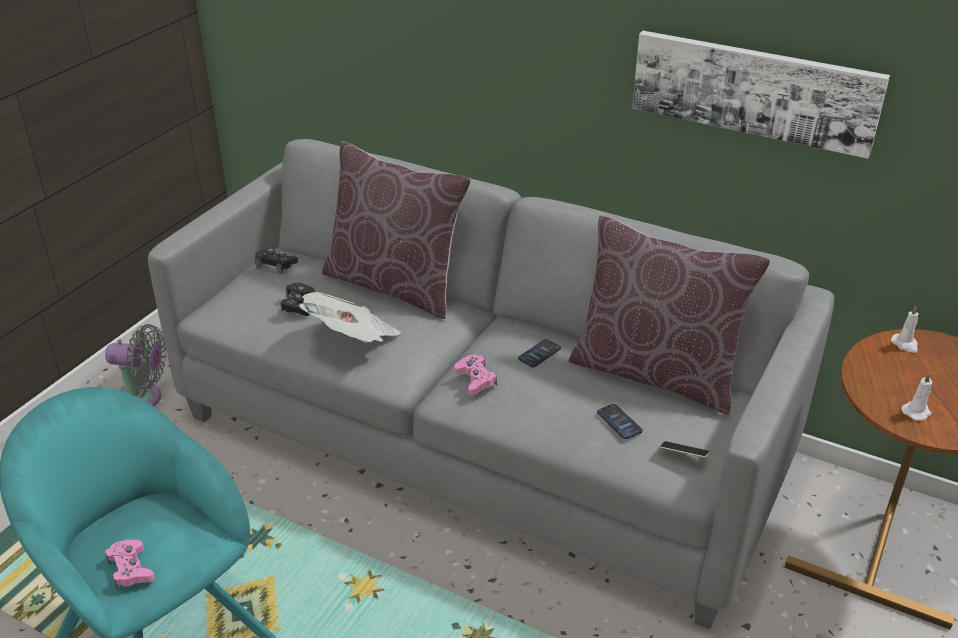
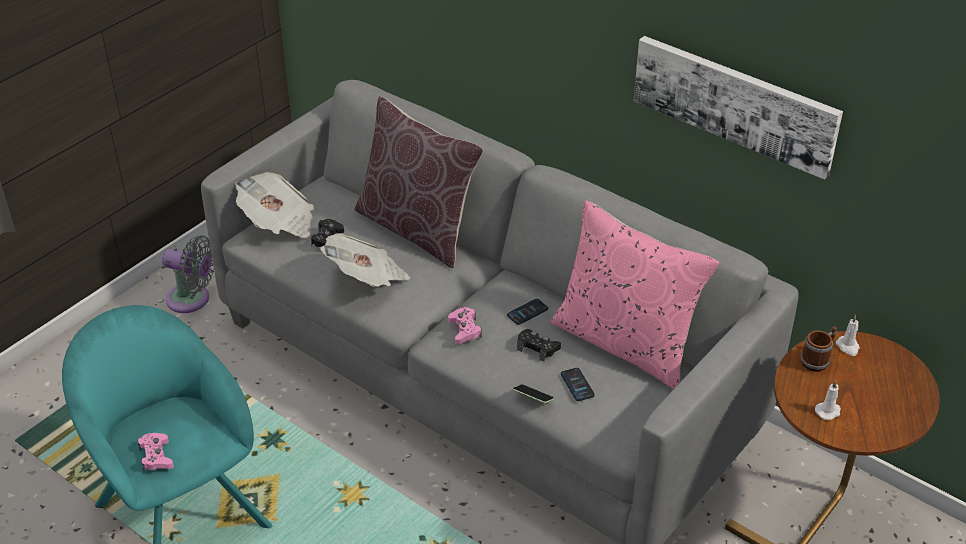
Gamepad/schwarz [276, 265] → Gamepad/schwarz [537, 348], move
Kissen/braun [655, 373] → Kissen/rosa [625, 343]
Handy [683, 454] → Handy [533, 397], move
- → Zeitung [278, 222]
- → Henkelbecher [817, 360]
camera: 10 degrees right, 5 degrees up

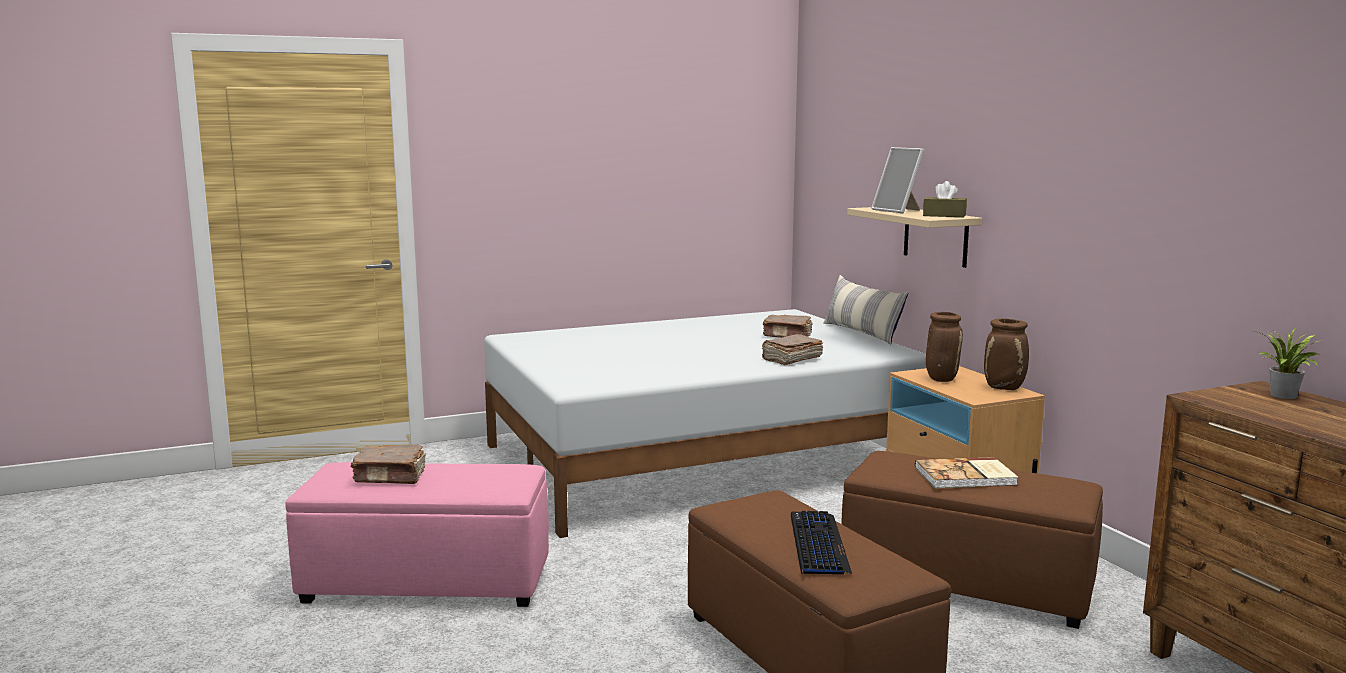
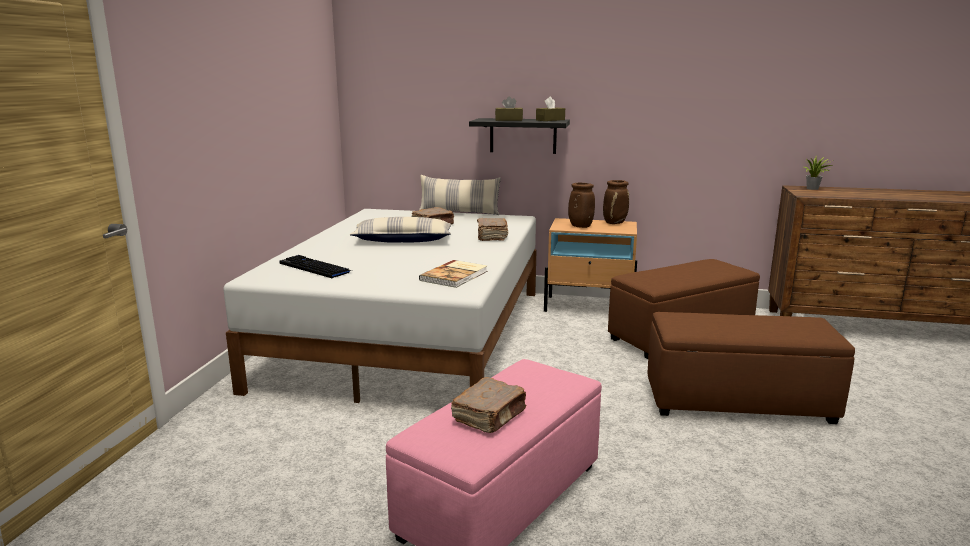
Tastatur [818, 544] → Tastatur [315, 268], move
Wandregal/beige [935, 236] → Wandregal/schwarz [523, 135]
Bilderrahmen [898, 211] → Taschentuchbox/braun [509, 120]
Buch [966, 476] → Buch [455, 276], move
- → Kissen [403, 240]
camera: 55 degrees left, 5 degrees up

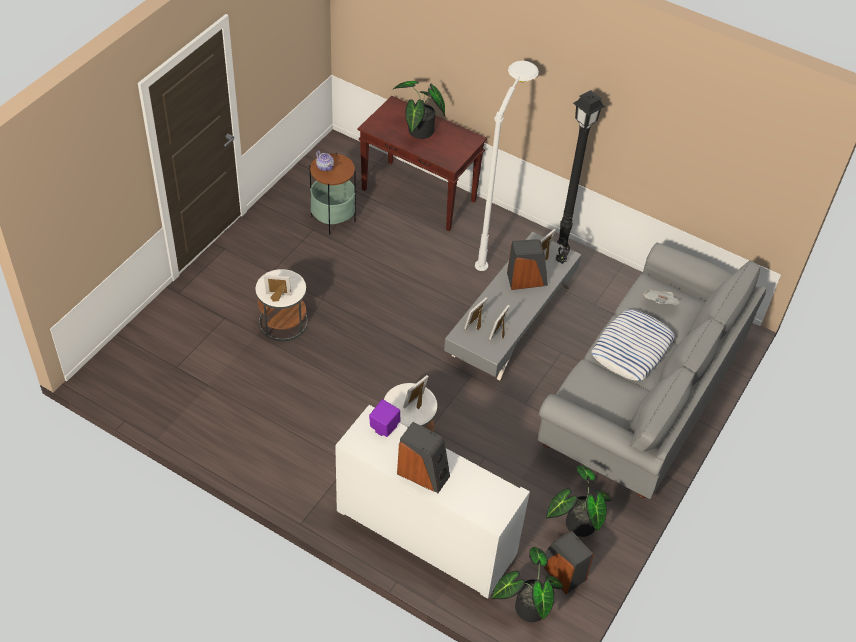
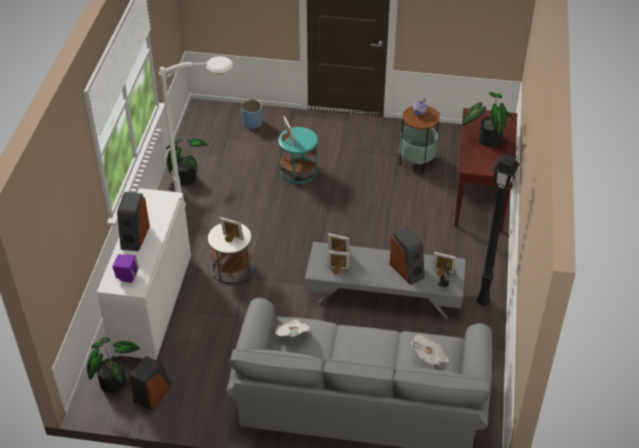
Beistelltisch/weiß [282, 322] → Beistelltisch/türkis [298, 170]
Lautsprecher/lila [384, 427] → Lautsprecher/lila [127, 276], move
Stehlampe/weiß [496, 238] → Stehlampe/weiß [216, 205], move
Topfpflanze [576, 523] → Topfpflanze [185, 177], move
Kissen [632, 349] → -
- → Pflanzkübel/blau [252, 123]
- → Zeitung [292, 334]
camera: 70 degrees right, 5 degrees down

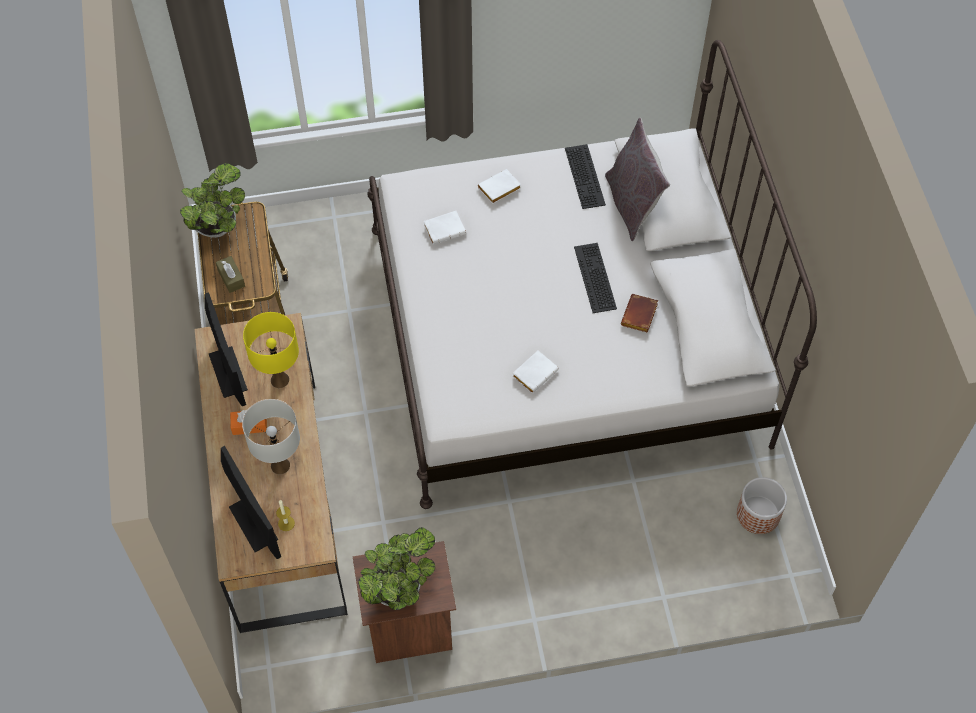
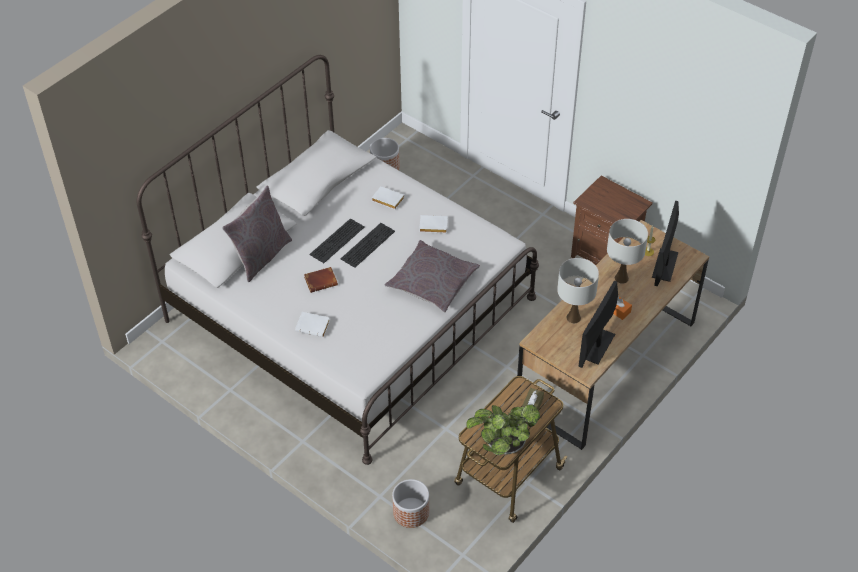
Tischlampe/gelb [279, 380] → Tischlampe/weiß [573, 318]
Topfpflanze [399, 587] → -
Buch/weiß [445, 229] → Buch/weiß [387, 200], move
Tastatur [586, 177] → Tastatur [367, 244], move
Buch/braun [640, 316] → Buch/braun [321, 281], move
- → Kissen/grau [432, 282]
- → Pflanzkübel [411, 512]
camera: 130 degrees left, 10 degrees down

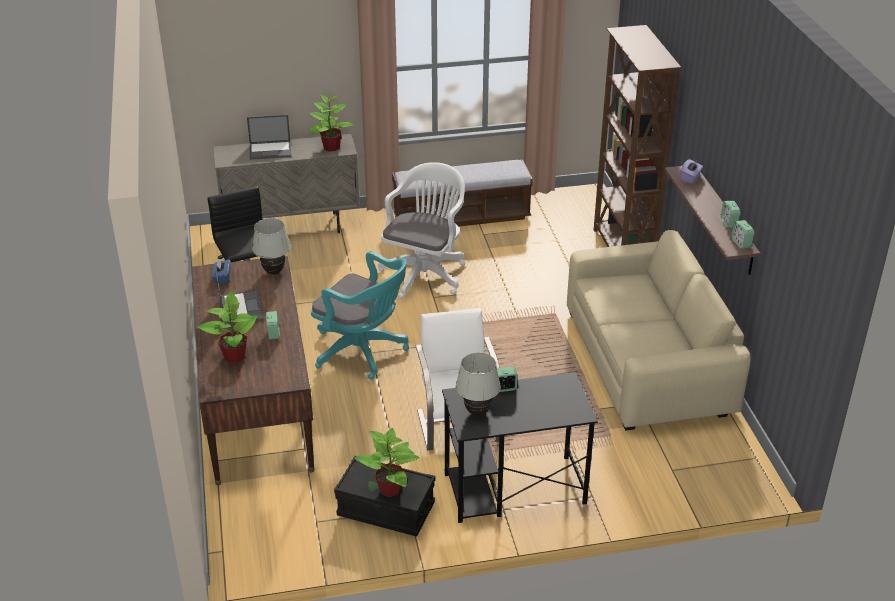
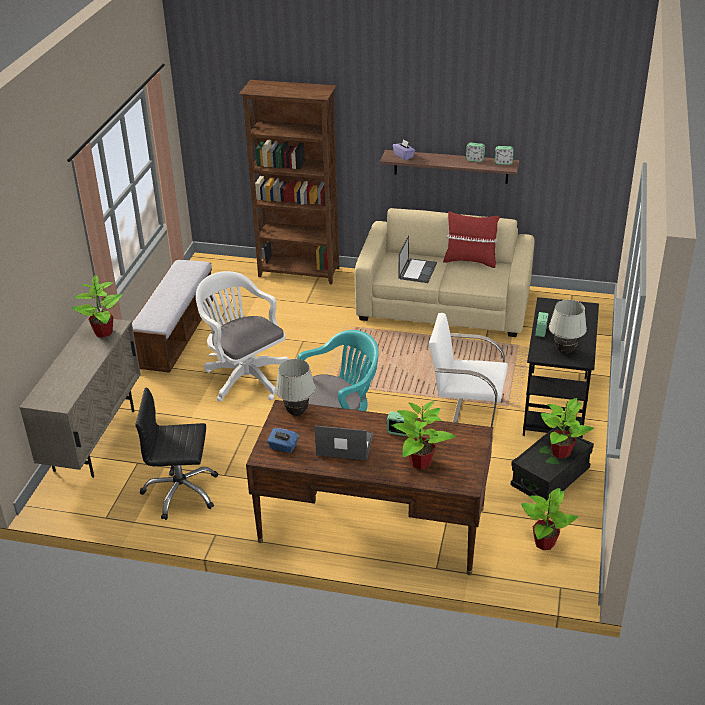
Laptop [271, 150] → Laptop [417, 271], move
- → Kissen/rot [470, 261]
- → Topfpflanze [544, 542]
camera: 65 degrees left, 0 degrees up

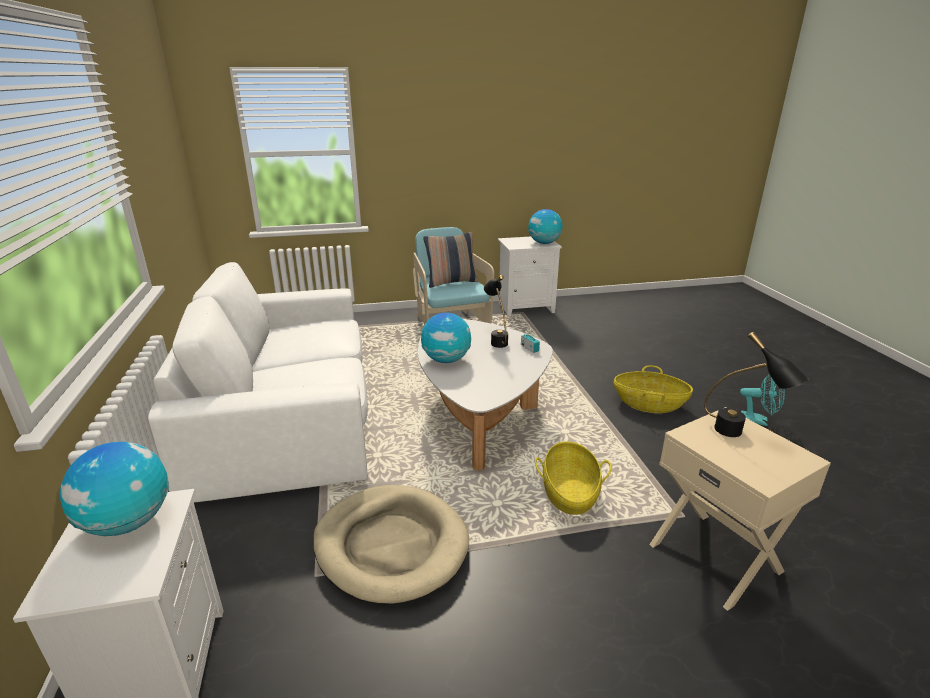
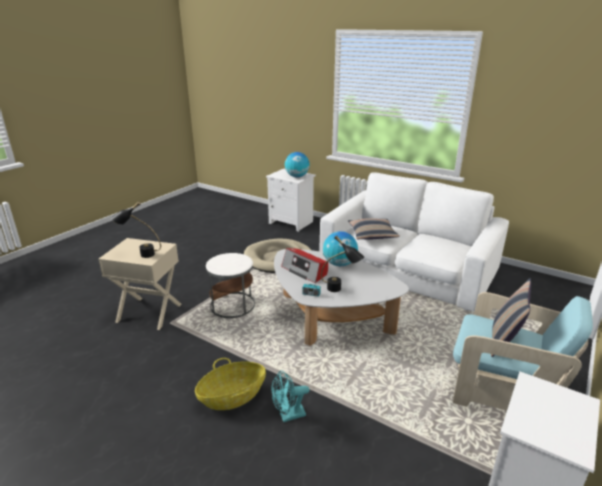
Globus [544, 243] → -
Korb [569, 493] → Beistelltisch/weiß [233, 306]
Ventilator/türkis [758, 421] → Ventilator/türkis [288, 416], move
- → Radio [305, 271]
- → Kissen [372, 234]
camera: 135 degrees right, 0 degrees up

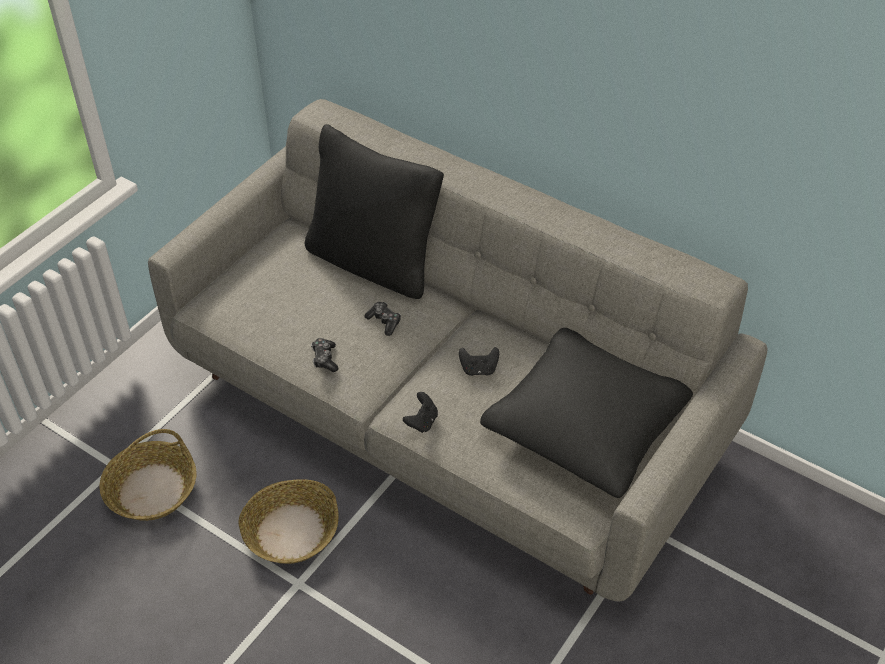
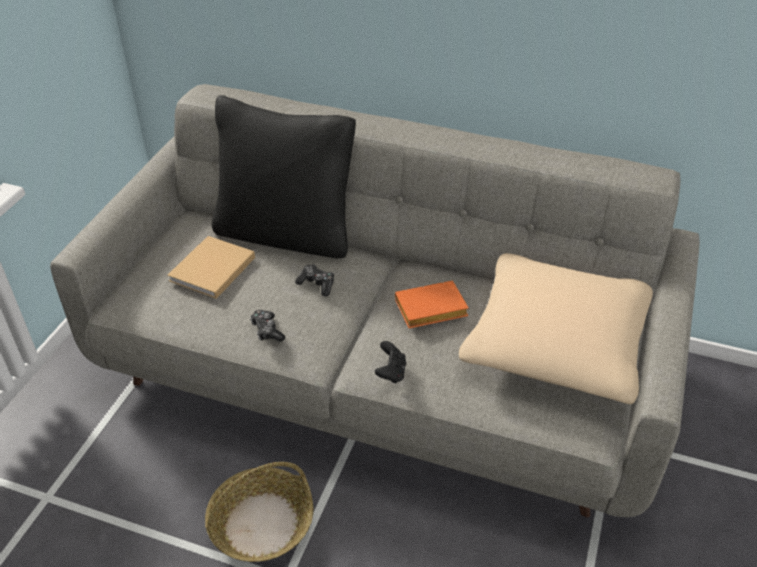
Korb [152, 490] → -
Gamepad/schwarz [478, 369] → Buch/orange [429, 311]
Kissen/schwarz [585, 426] → Kissen/beige [556, 344]
- → Buch/beige [211, 270]
camera: 15 degrees left, 5 degrees down

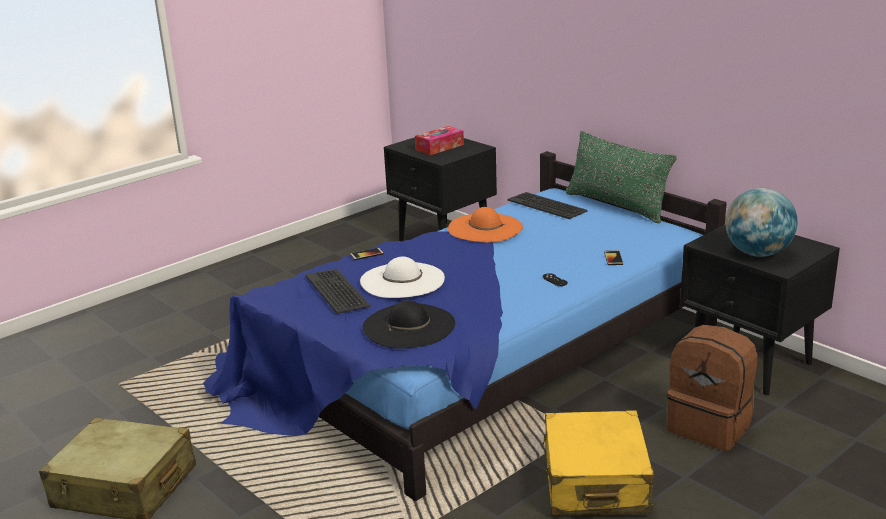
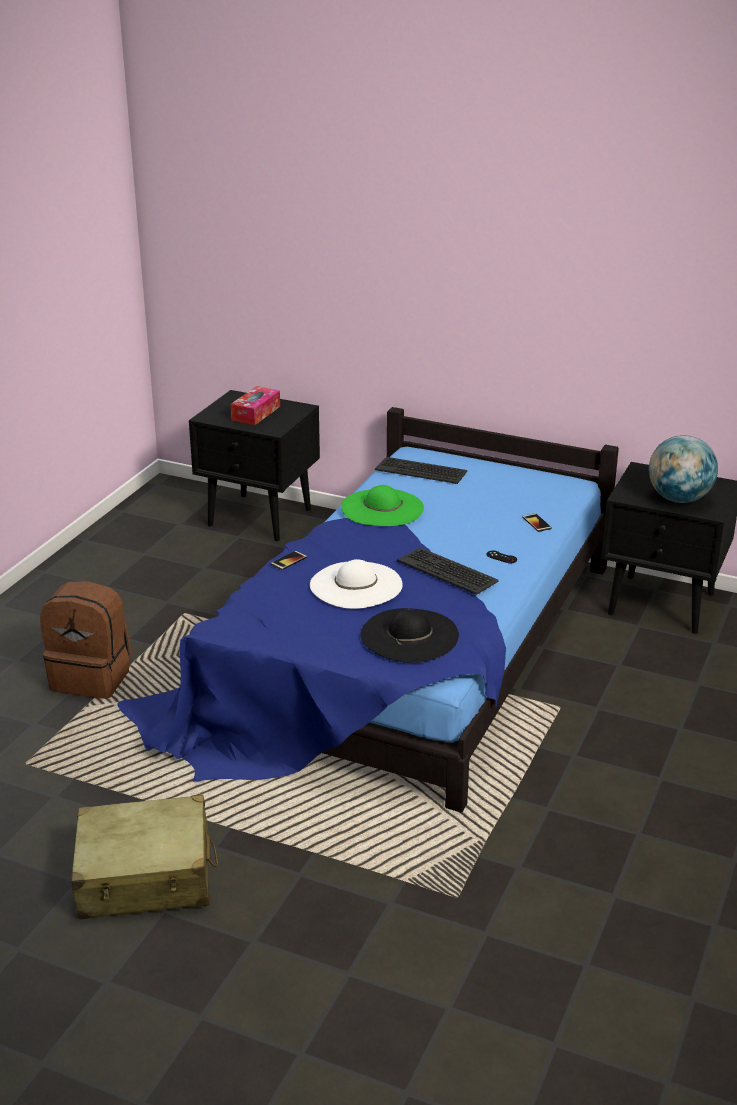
Tastatur [338, 291] → Tastatur [447, 571], move
Hut/orange [485, 228] → Hut/grün [382, 508]
Koffer/gelb [595, 482] → -
Kissen/grün [616, 206] → -
Rucksack/braun [710, 426] → Rucksack/braun [92, 677], move
camera: 25 degrees left, 5 degrees up

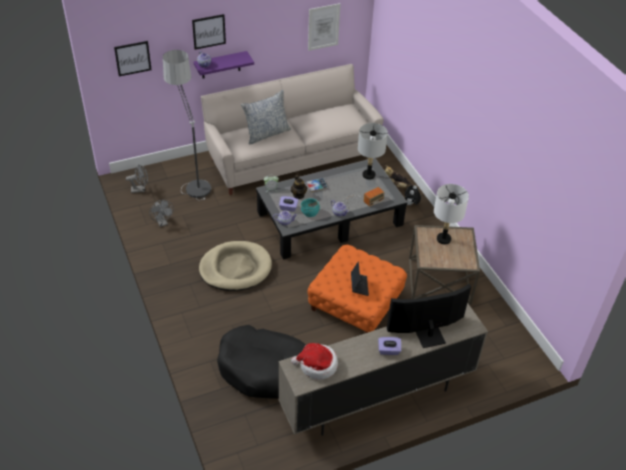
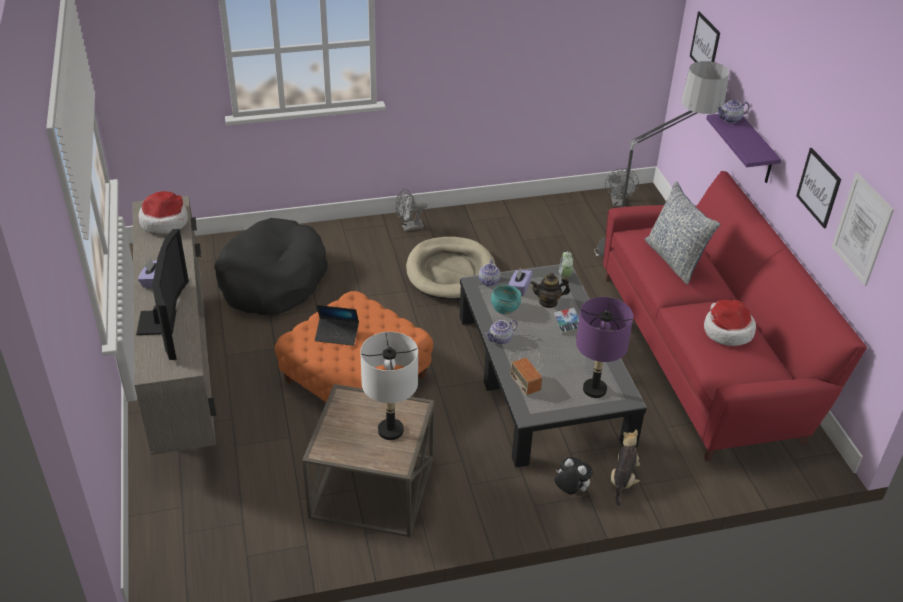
Ventilator/grau [162, 223] → Ventilator/grau [409, 227], move
Bild [209, 31] → Bild [818, 187], move
Sofa/beige [291, 156] → Sofa/rot [704, 353]
Tischlampe/grau [369, 175] → Tischlampe/lila [594, 390]
- → Hut [726, 331]
camera: 100 degrees right, 5 degrees down

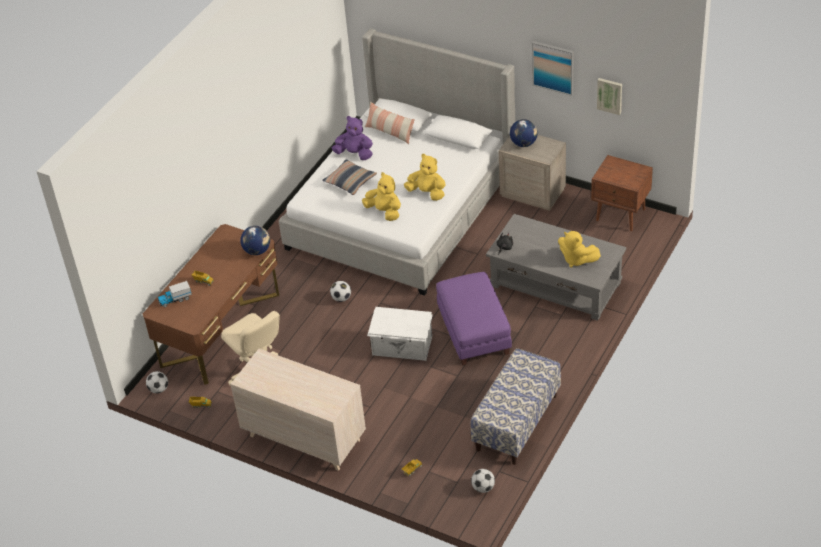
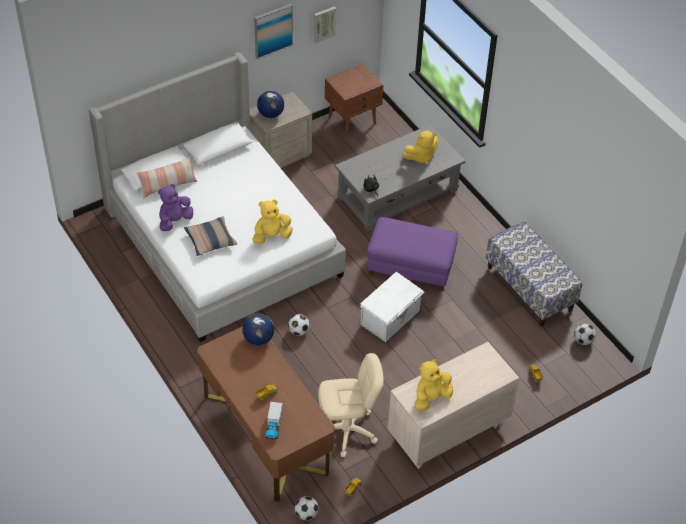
Plüschtier/gelb [427, 193] → Plüschtier/gelb [431, 397], move
camera: 65 degrees left, 5 degrees up

